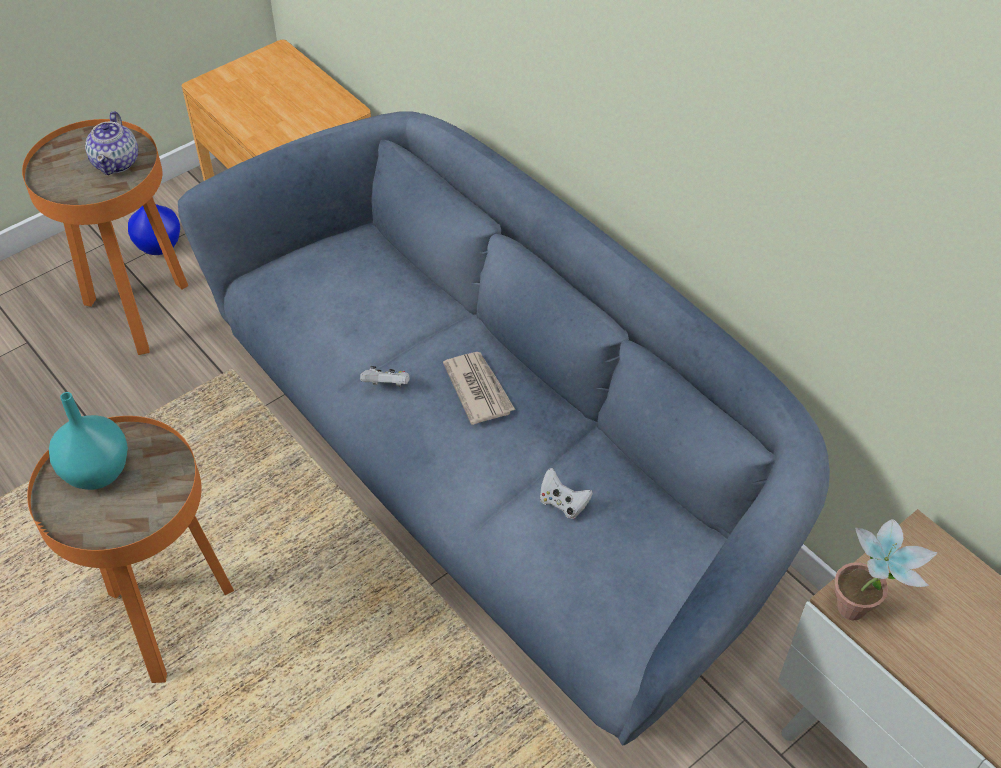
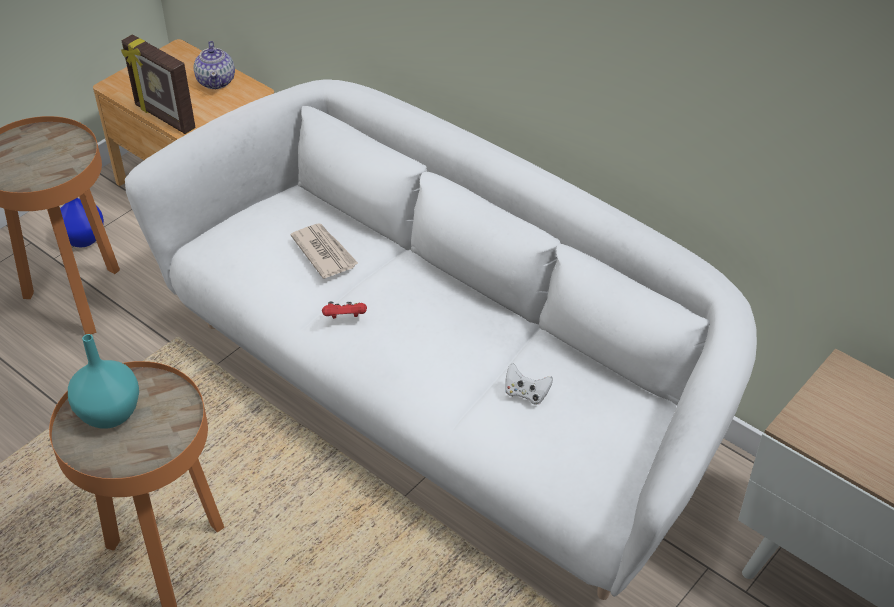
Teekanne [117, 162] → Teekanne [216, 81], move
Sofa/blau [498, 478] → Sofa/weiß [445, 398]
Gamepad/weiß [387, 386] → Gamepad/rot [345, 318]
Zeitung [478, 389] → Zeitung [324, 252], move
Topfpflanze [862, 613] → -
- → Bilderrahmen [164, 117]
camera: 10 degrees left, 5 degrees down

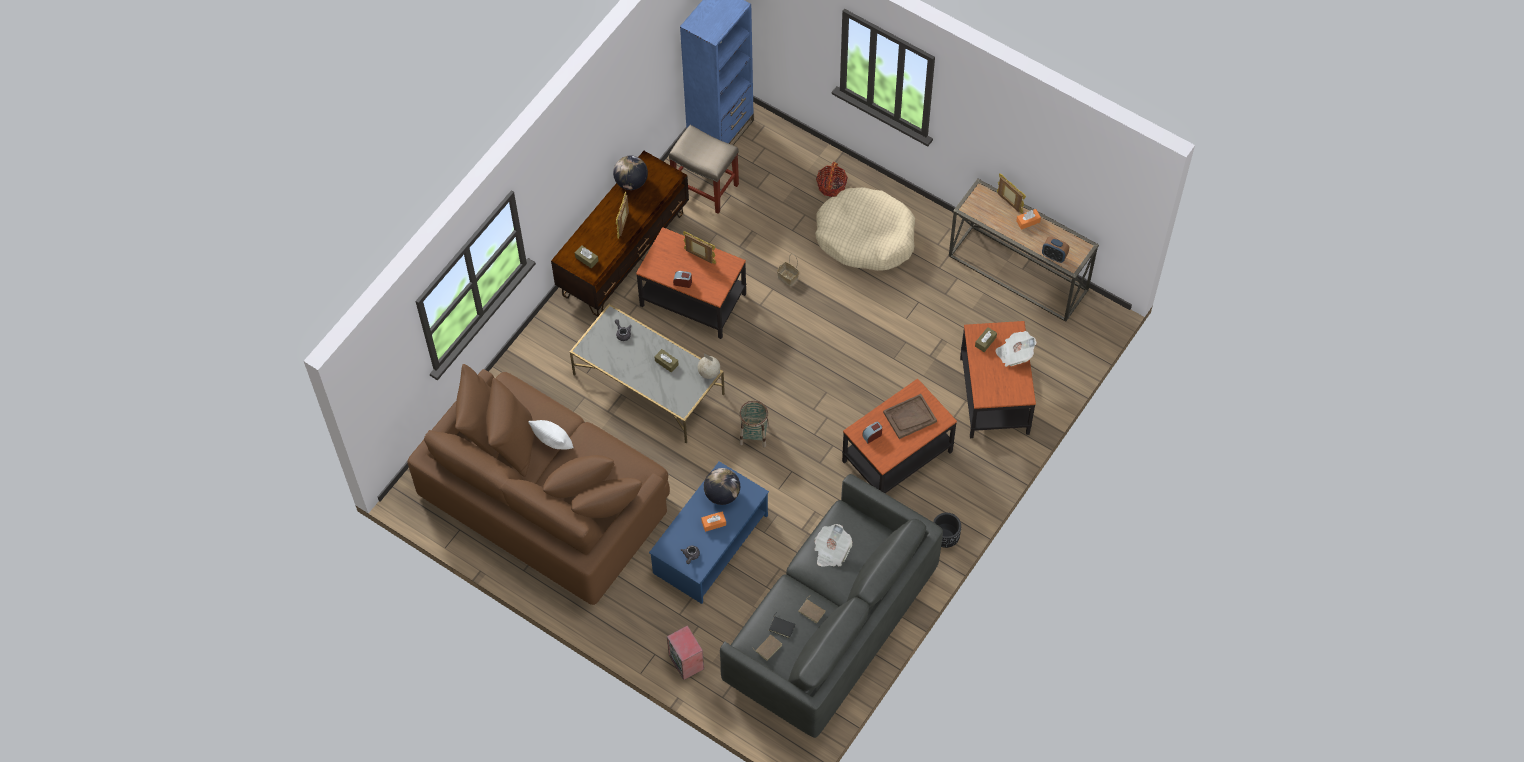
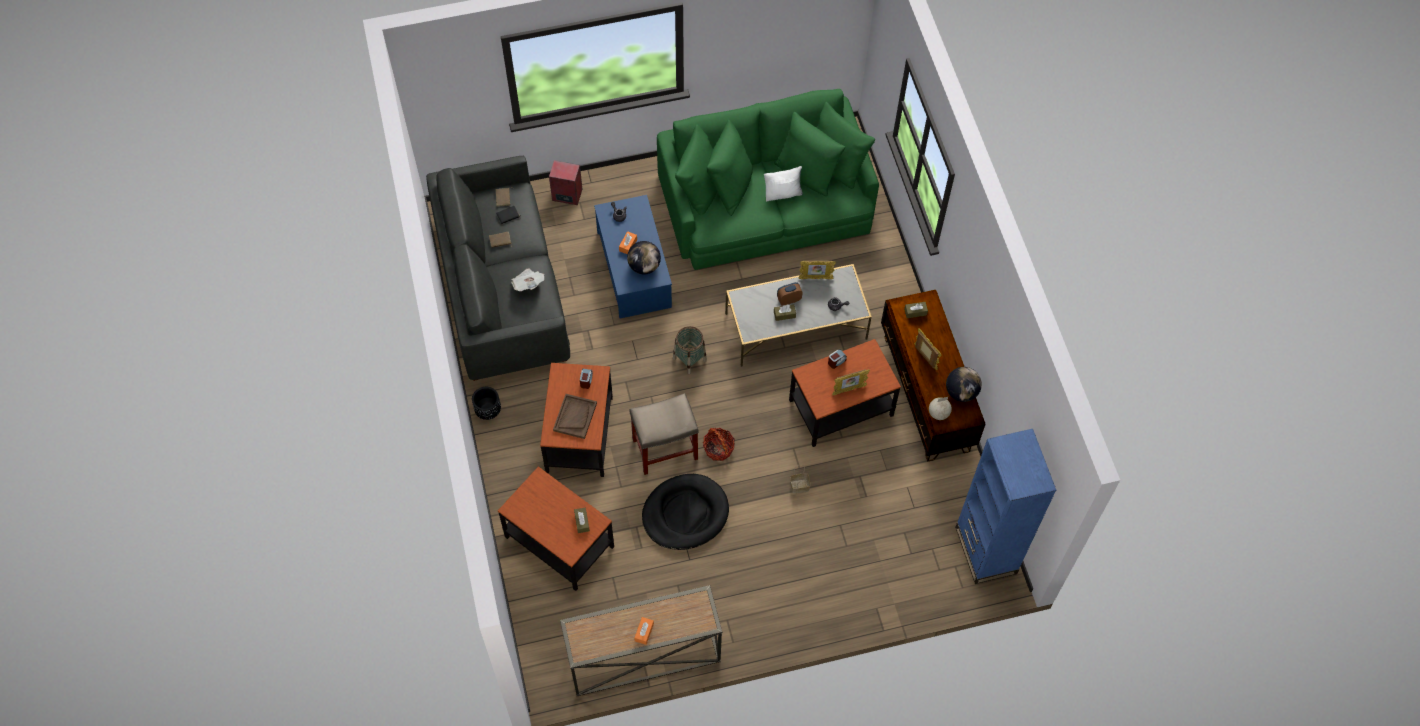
Sofa/braun [546, 498] → Sofa/grün [766, 203]
Hocker/beige [706, 188] → Hocker/beige [664, 449], move
Globus [709, 373] → Globus [938, 413], move
Hundebett/beige [865, 237] → -
Korb [831, 186] → Korb [718, 448], move
Zeitung [1014, 353] → -
Bilderrahmen [1009, 203] → Bilderrahmen [815, 278], move
Wecker [1054, 256] → Wecker [788, 300], move
- → Hundebett/schwarz [685, 514]
camera: 130 degrees right, 0 degrees up

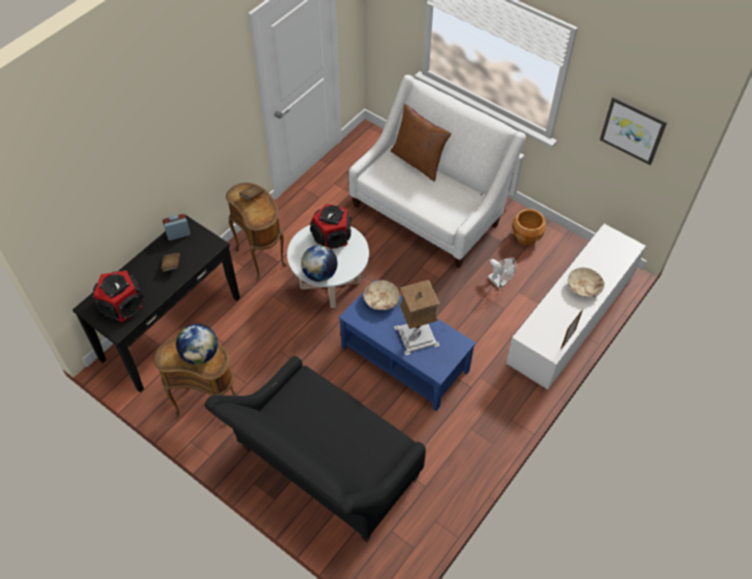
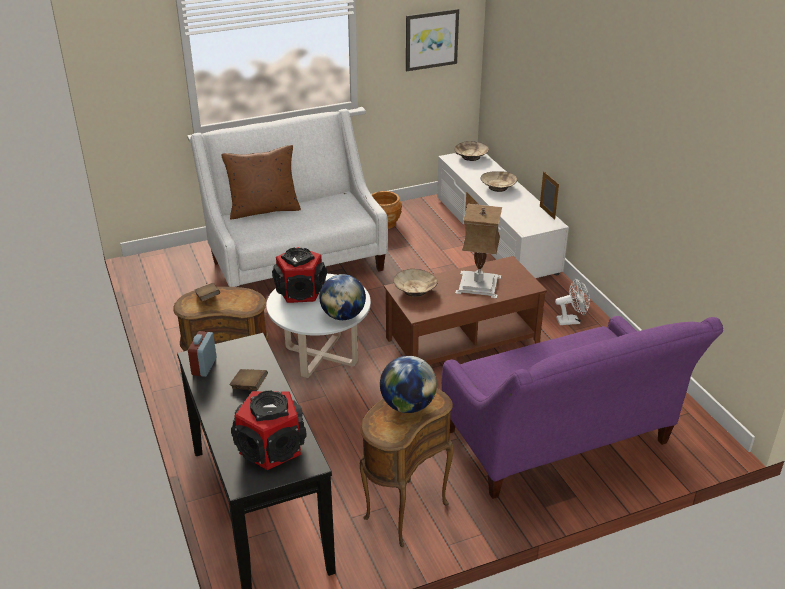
Sofa/schwarz [324, 471] → Sofa/lila [561, 444]
Couchtisch/blau [404, 359] → Couchtisch/braun [462, 341]
Ventilator/weiß [499, 282] → Ventilator/weiß [571, 321], move
- → Schüssel/beige [471, 156]
camera: 60 degrees left, 20 degrees down

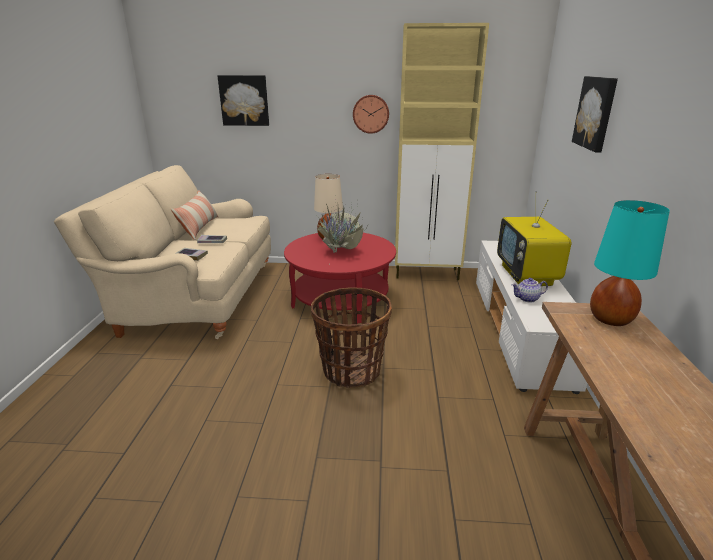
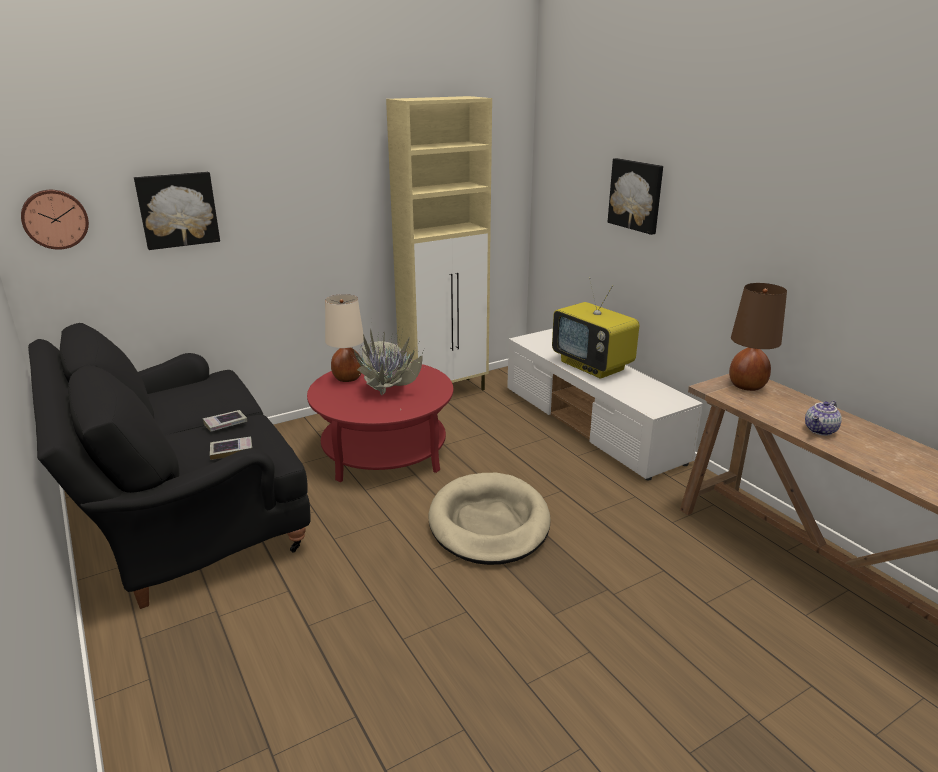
Sofa/beige [194, 296] → Sofa/schwarz [182, 514]
Kissen [199, 227] → -
Korb [351, 371] → Hundebett/beige [489, 523]
Wanduhr [371, 114] → Wanduhr [55, 219], move
Teekanne [527, 299] → Teekanne [821, 431], move
Tischlampe/türkis [610, 319] → Tischlampe/braun [746, 386]
camera: 35 degrees left, 0 degrees up

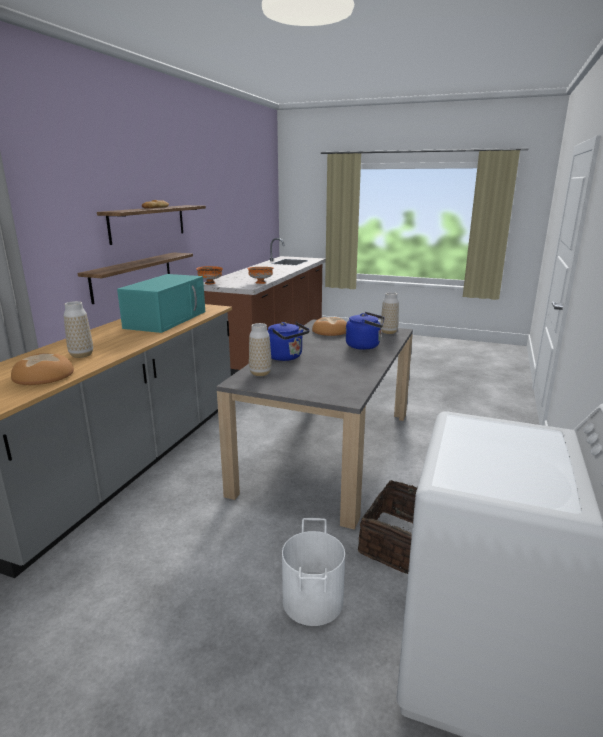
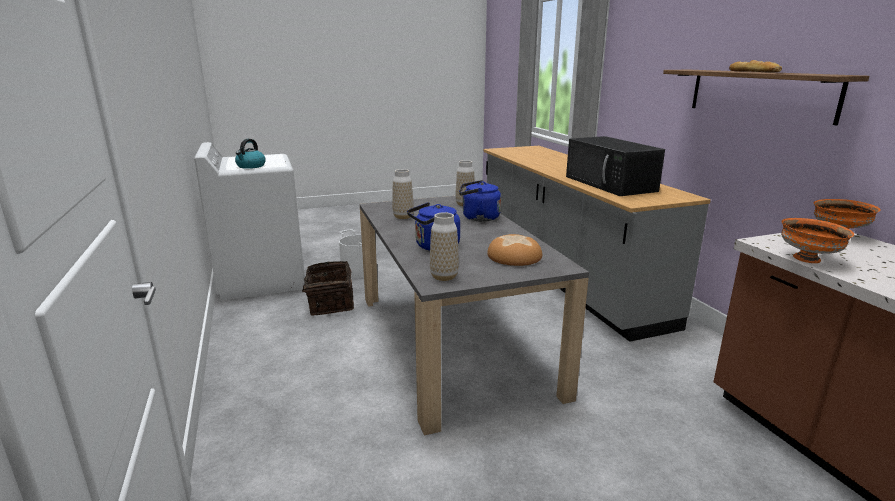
Brot [43, 376] → -
Vase [81, 355] → Vase [403, 217], move
Wandregal [133, 276] → -
Mikrowelle/türkis [166, 319] → Mikrowelle/schwarz [611, 184]
- → Wasserkessel [251, 166]
camera: 140 degrees right, 0 degrees up

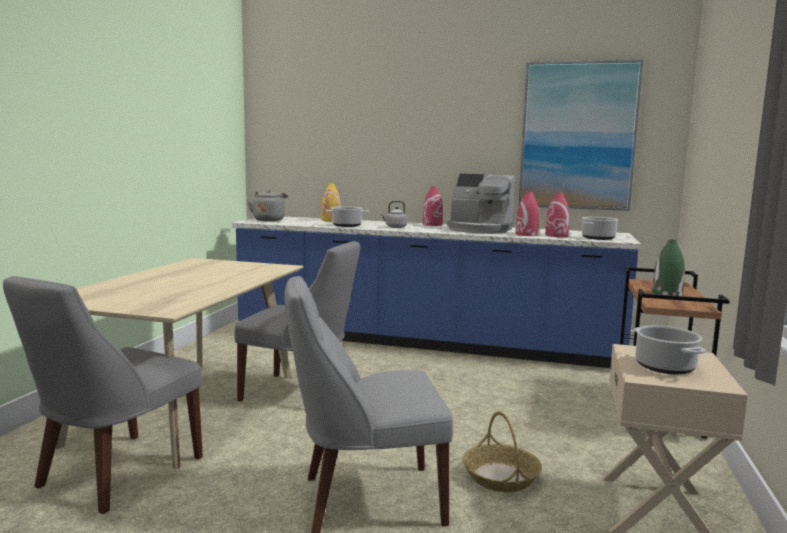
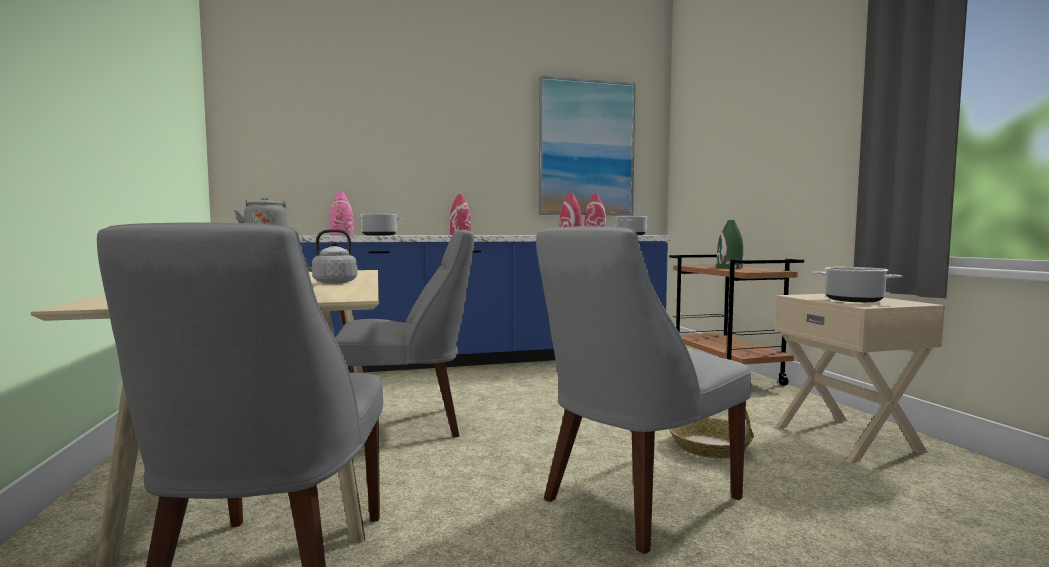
Vase/gelb [331, 220] → Vase/rosa [342, 235]
Wasserkessel/grau [395, 227] → Wasserkessel/grau [332, 283], move
Kaffeemaschine [479, 230] → -
camera: 30 degrees left, 5 degrees down

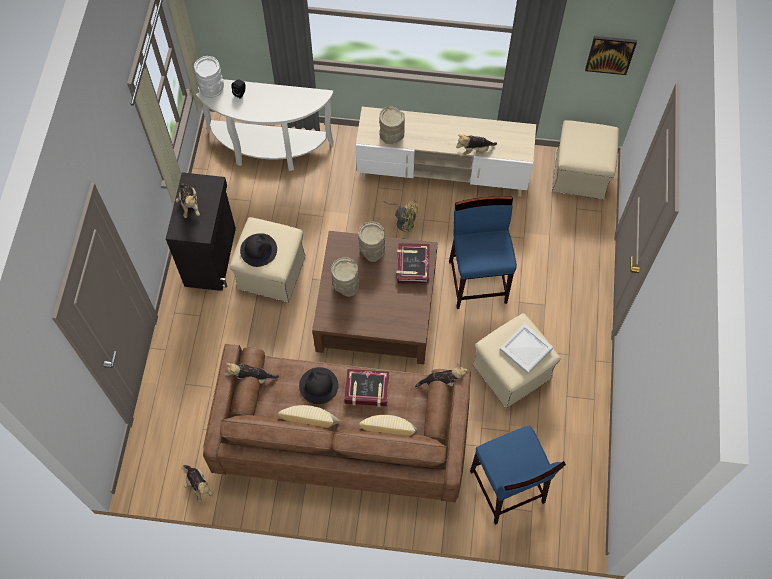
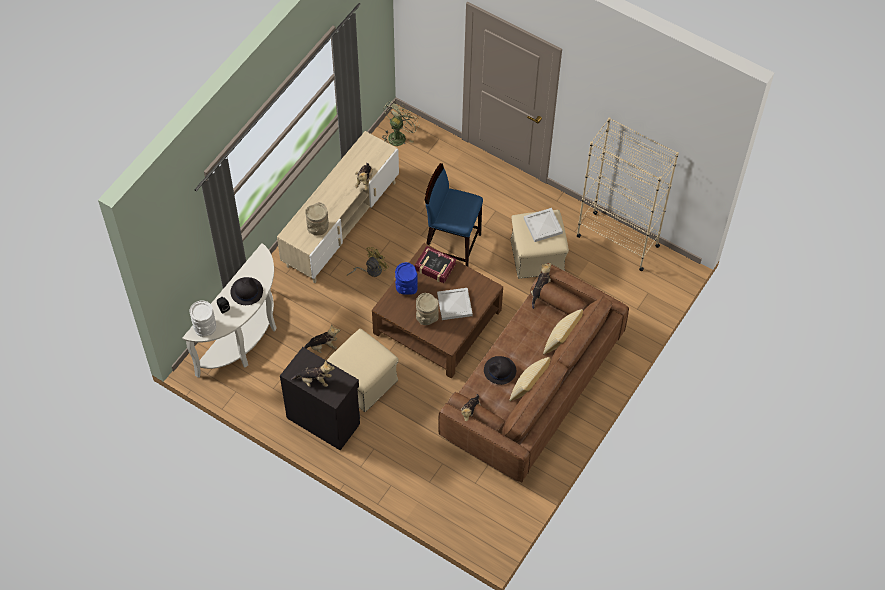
Plüschtier [199, 485] → Plüschtier [322, 346], move
Hut/schwarz [258, 250] → Hut/schwarz [246, 291], move
Buch [367, 390] → -
Vase/beige [372, 250] → Vase/blau [406, 288]
Hocker/blau [506, 488] → -
Polsterhocker/beige [580, 173] → Ventilator/grün [398, 135]
Bild [610, 54] → -
- → Tablett/weiß [455, 304]
- → Bücherregal/beige [617, 241]
camera: 65 degrees left, 5 degrees down

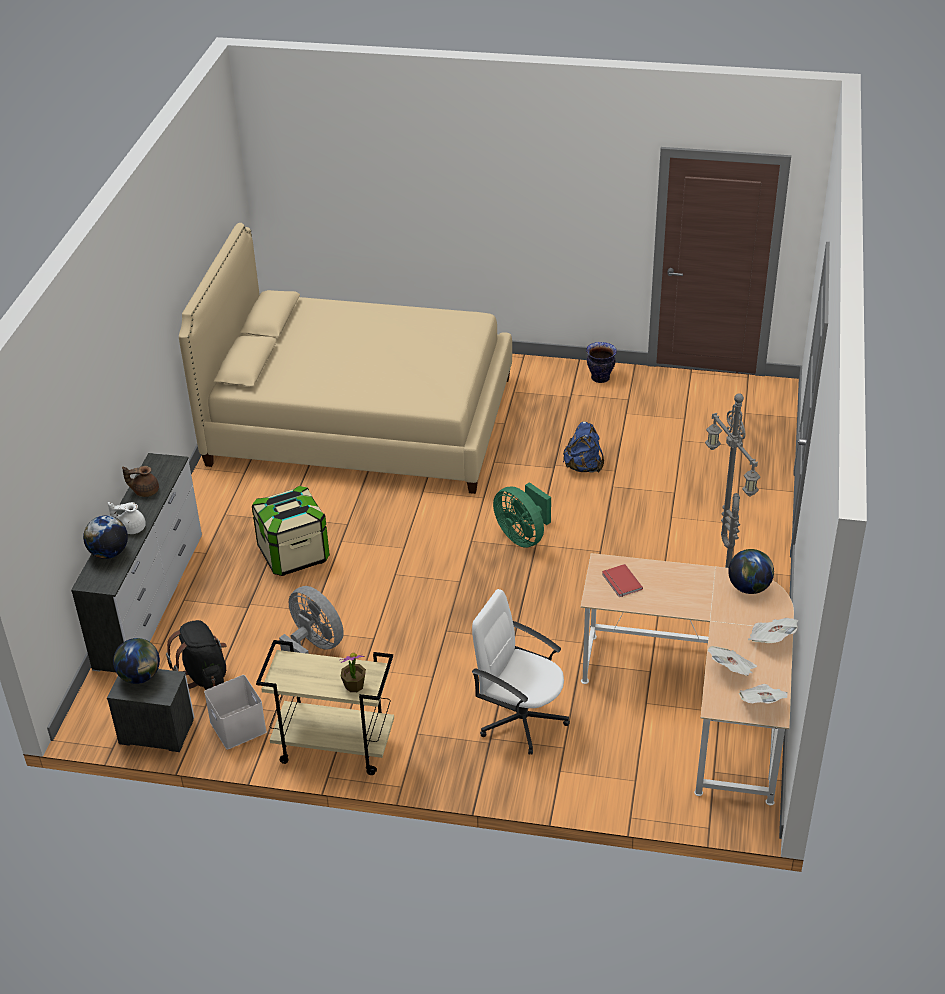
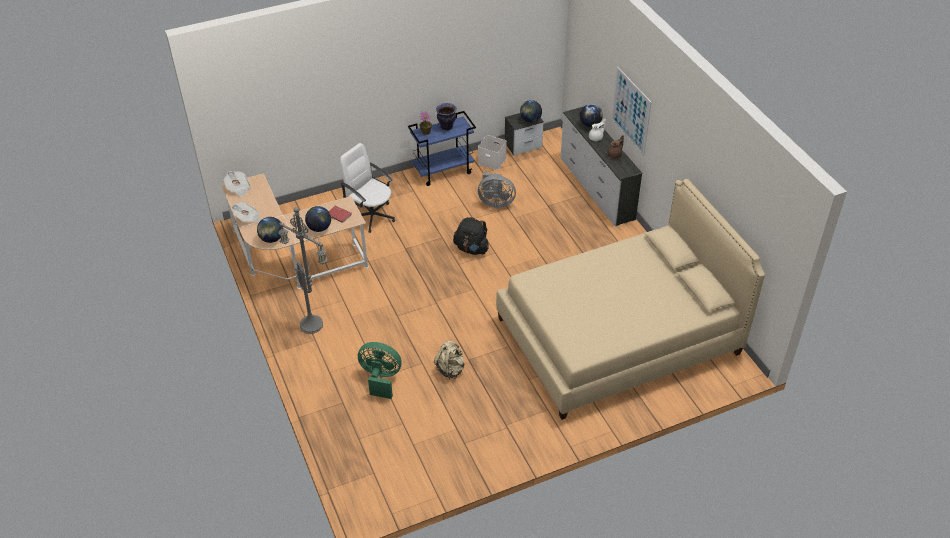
Rucksack/schwarz [204, 675] → Rucksack/schwarz [471, 249], move
Aufbewahrungsbox [294, 554] → -
Rollwagen/beige [333, 747] → Rollwagen/blau [443, 171]
Bürostuhl/weiß [521, 719] → Bürostuhl/weiß [371, 215], 135 degrees counterclockwise
Ventilator/grün [523, 536] → Ventilator/grün [380, 378], move
Rucksack/blau [583, 467] → Rucksack/beige [451, 369]
Vase [600, 378] → Vase [446, 127], move
Zeitung [732, 670] → -
- → Globus [319, 228]
- → Bild [630, 111]
camera: 145 degrees right, 5 degrees up

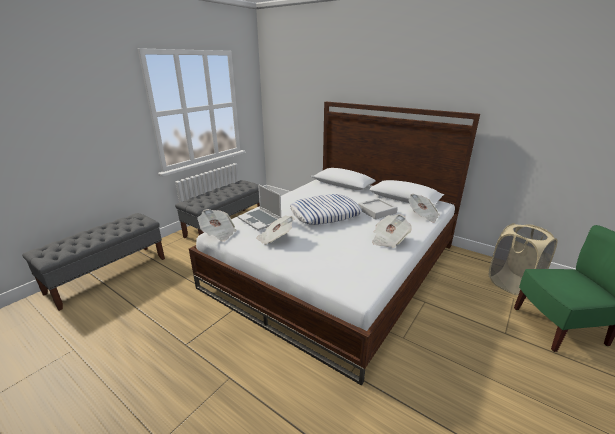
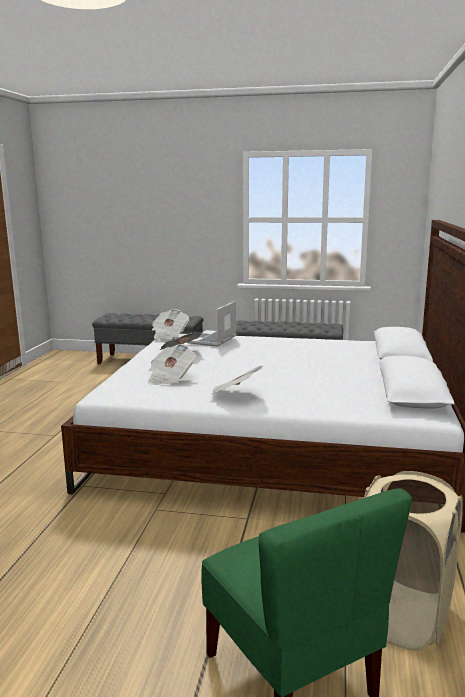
Kissen [325, 214] → -
Tablett/grau [376, 211] → -
Zeitung [422, 216] → Zeitung [170, 378], move
camera: 65 degrees right, 10 degrees down

